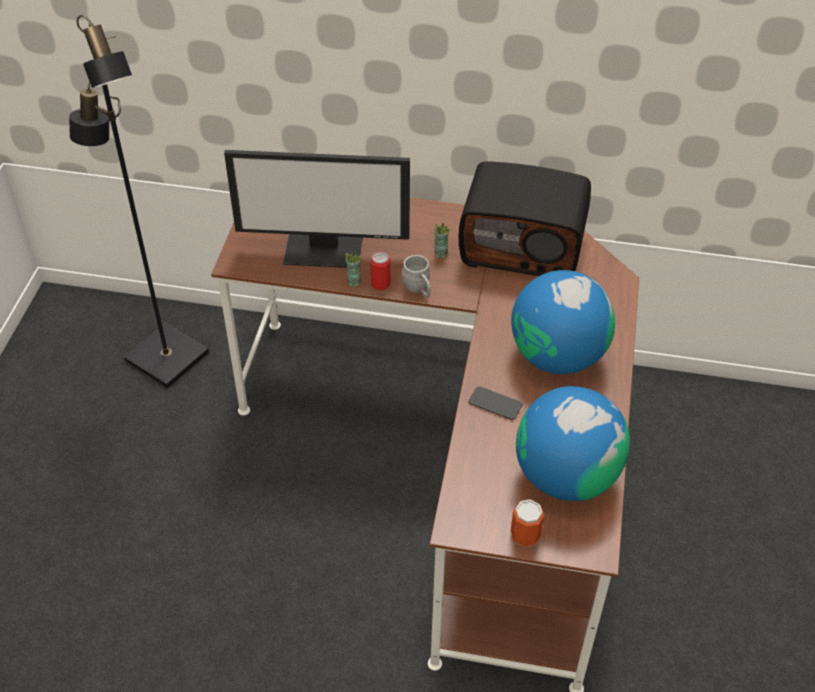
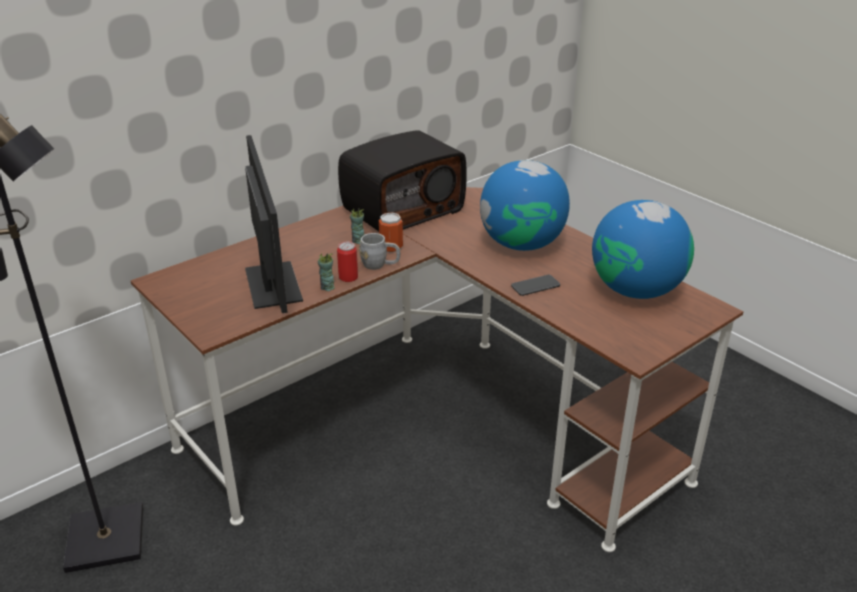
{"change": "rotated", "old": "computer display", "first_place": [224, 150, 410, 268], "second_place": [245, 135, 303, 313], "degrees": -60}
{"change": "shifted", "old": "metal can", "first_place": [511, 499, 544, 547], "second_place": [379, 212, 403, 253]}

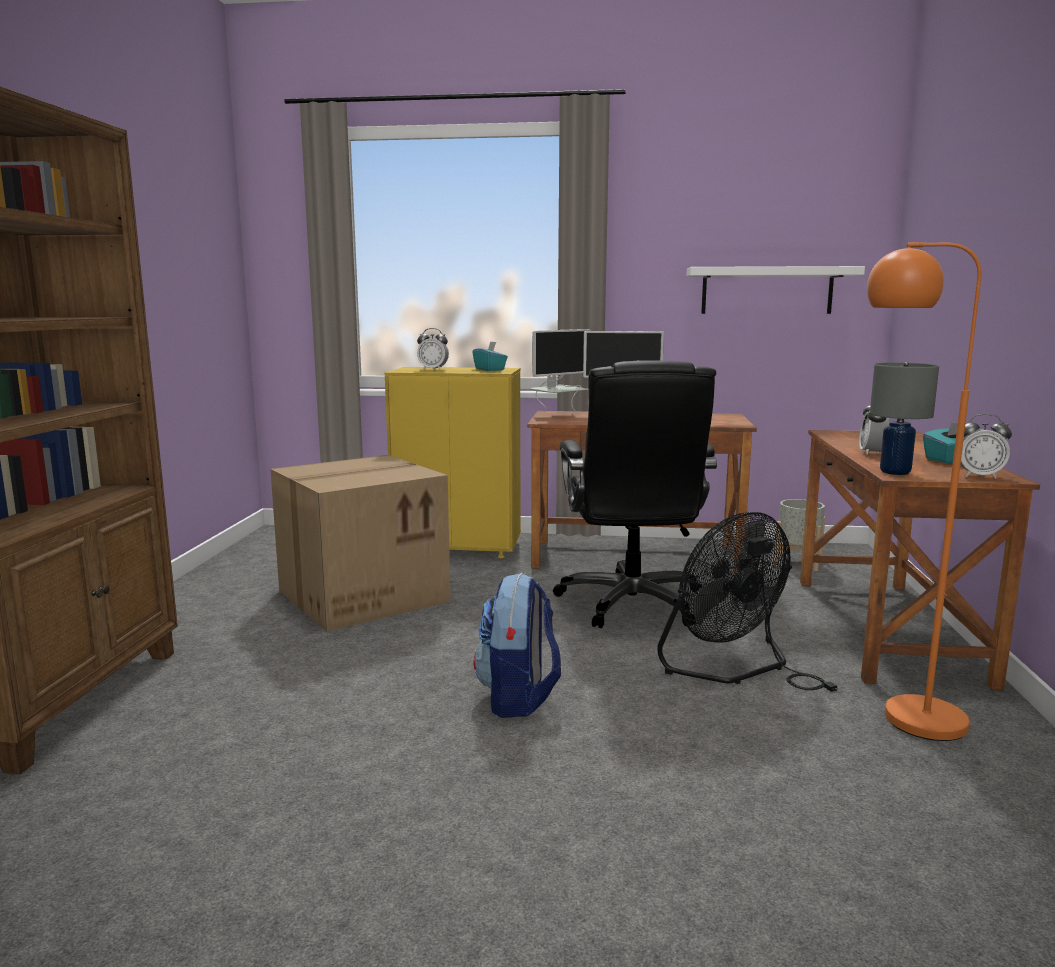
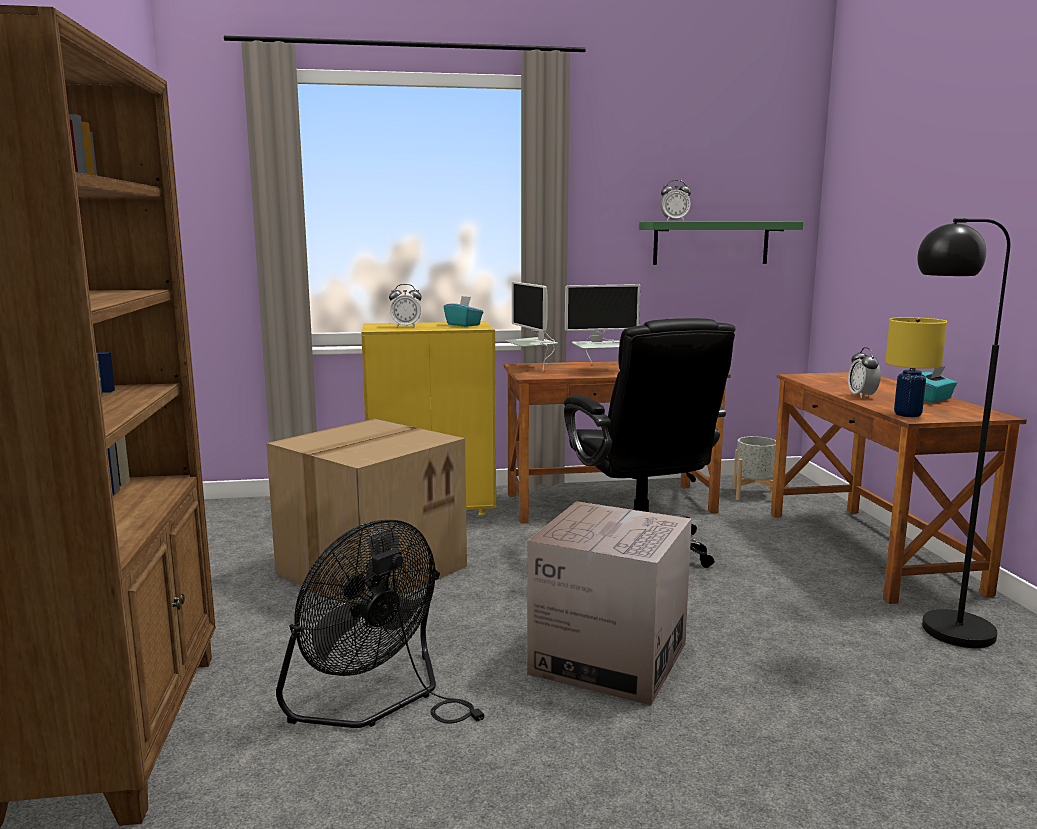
{"change": "shifted", "old": "black cooling fan", "first_place": [657, 512, 837, 692], "second_place": [276, 520, 484, 728]}
{"change": "rotated", "old": "computer display", "first_place": [529, 329, 591, 413], "second_place": [504, 282, 558, 372], "degrees": 120}
{"change": "swapped", "old": "knapsack", "new": "cardboard box", "first_place": [473, 573, 561, 718], "second_place": [527, 501, 692, 705]}
{"change": "repainted", "old": "whitish wall shelf", "new": "green wall shelf", "first_place": [686, 266, 865, 314], "second_place": [639, 221, 803, 265]}
{"change": "shifted", "old": "alarm clock", "first_place": [960, 414, 1012, 479], "second_place": [660, 180, 691, 221]}
{"change": "repainted", "old": "gray lamp for a table", "new": "yellow lamp for a table", "first_place": [870, 362, 939, 475], "second_place": [885, 317, 947, 417]}
{"change": "repainted", "old": "orange standing lamp", "new": "black standing lamp", "first_place": [867, 242, 981, 741], "second_place": [917, 218, 1010, 648]}

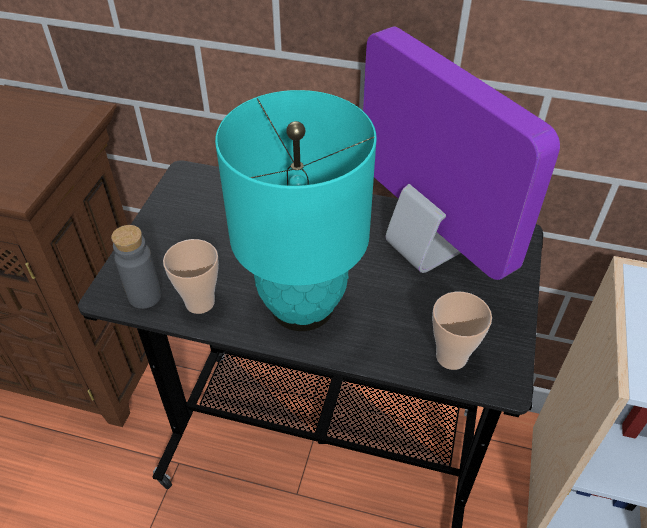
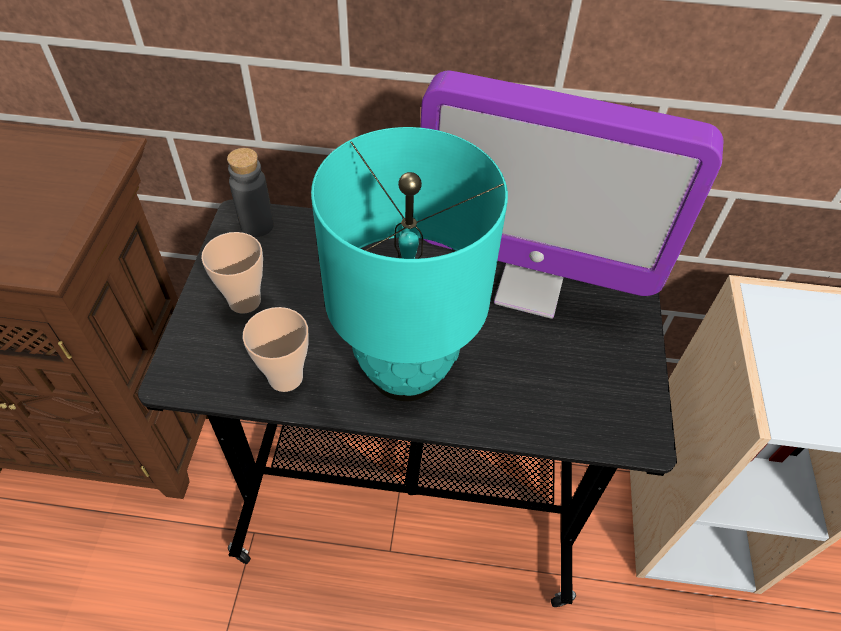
{"change": "shifted", "old": "small cup", "first_place": [432, 292, 492, 370], "second_place": [201, 232, 263, 314]}
{"change": "shifted", "old": "gray bottle", "first_place": [111, 225, 162, 309], "second_place": [227, 148, 274, 237]}
{"change": "rotated", "old": "computer display", "first_place": [363, 27, 560, 280], "second_place": [420, 70, 723, 319], "degrees": 150}

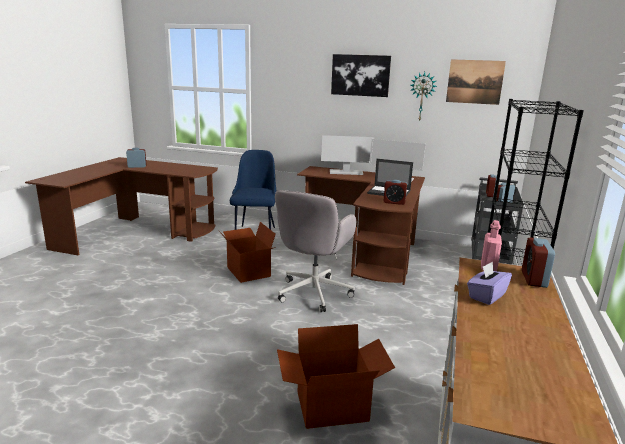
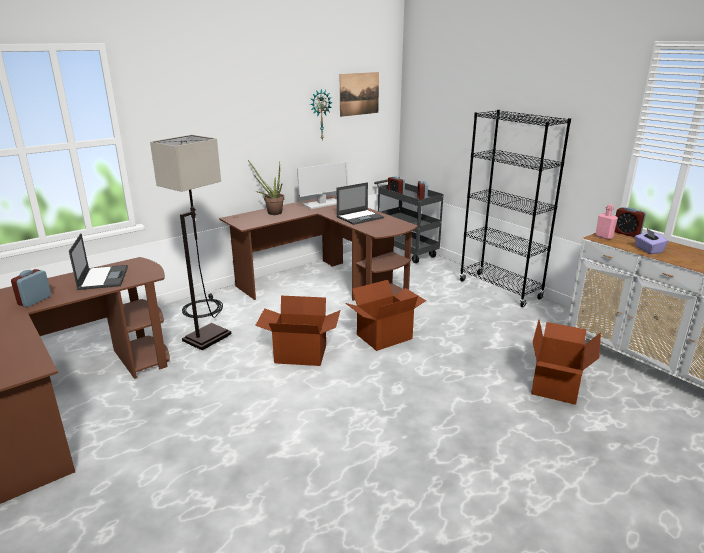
{"change": "new", "new": "notebook computer", "second_place": [69, 233, 128, 290]}
{"change": "swapped", "old": "blue-coloured chair", "new": "standing lamp", "first_place": [230, 150, 276, 230], "second_place": [150, 135, 231, 350]}
{"change": "swapped", "old": "computer display", "new": "potted plant", "first_place": [321, 135, 375, 175], "second_place": [248, 160, 284, 215]}
{"change": "swapped", "old": "gray desk chair", "new": "cardboard box", "first_place": [275, 190, 356, 312], "second_place": [345, 280, 426, 351]}
{"change": "gone", "old": "wall picture", "first_place": [331, 54, 391, 97]}
{"change": "gone", "old": "alarm clock", "first_place": [384, 180, 407, 205]}

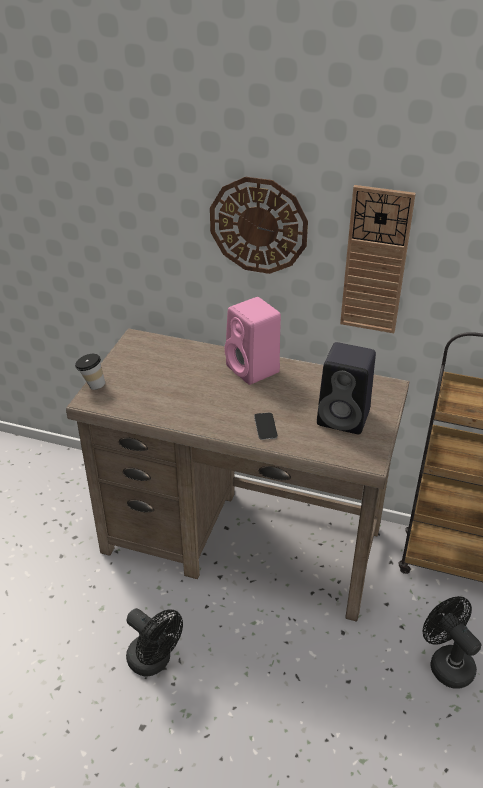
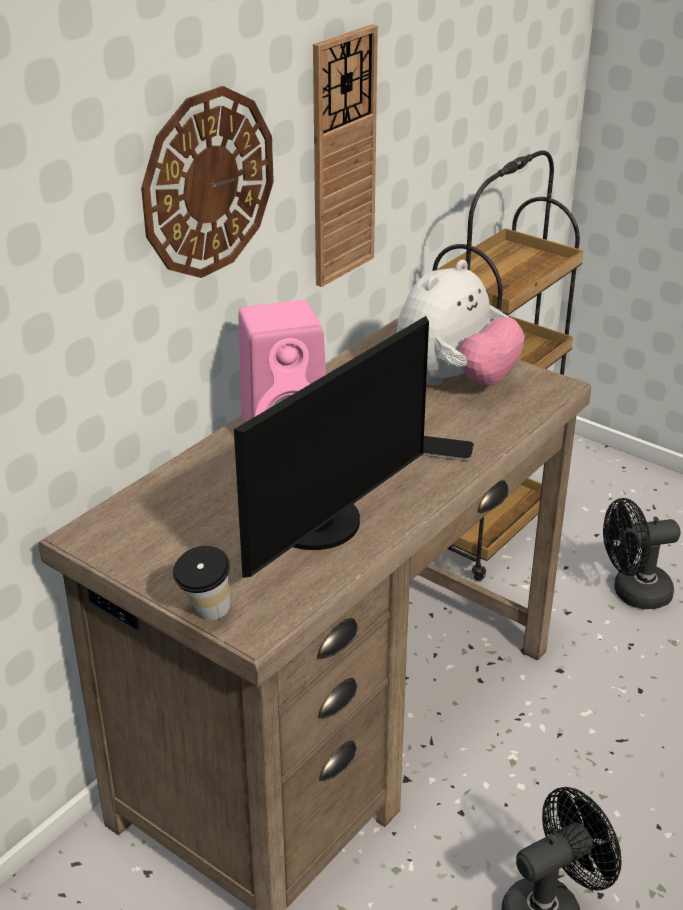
{"change": "new", "new": "computer display", "second_place": [234, 316, 429, 578]}
{"change": "swapped", "old": "black loudspeaker", "new": "soft toy", "first_place": [317, 342, 376, 434], "second_place": [397, 260, 525, 385]}

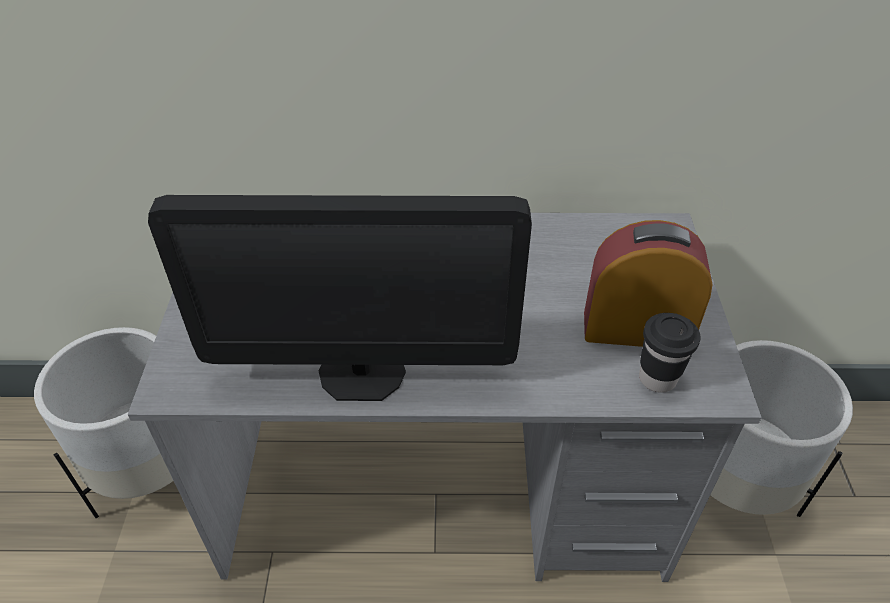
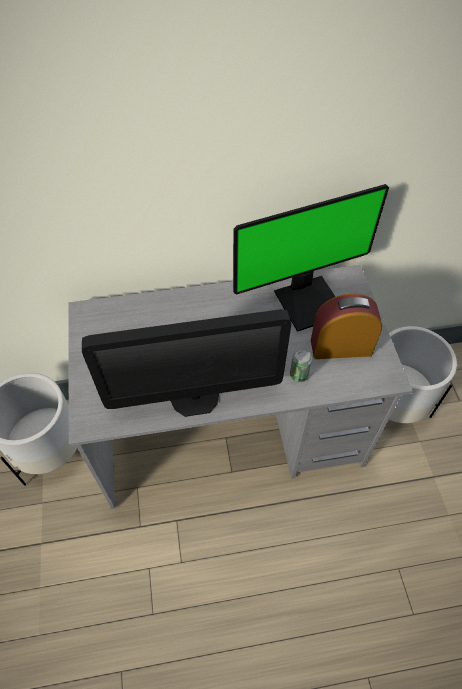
{"change": "new", "new": "computer display", "second_place": [233, 184, 389, 332]}
{"change": "new", "new": "metal can", "second_place": [290, 349, 312, 382]}
{"change": "gone", "old": "black small cup", "first_place": [639, 313, 701, 393]}

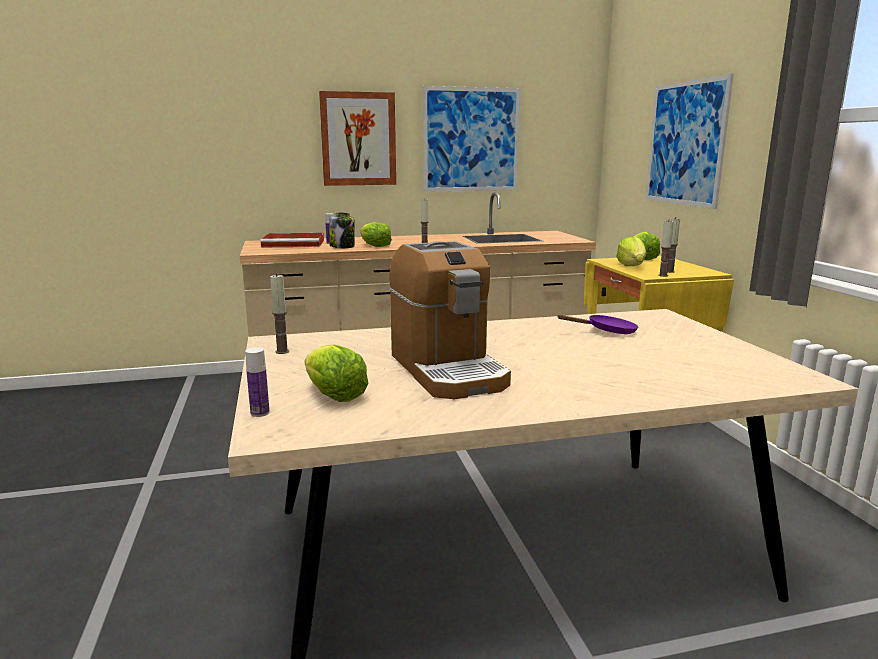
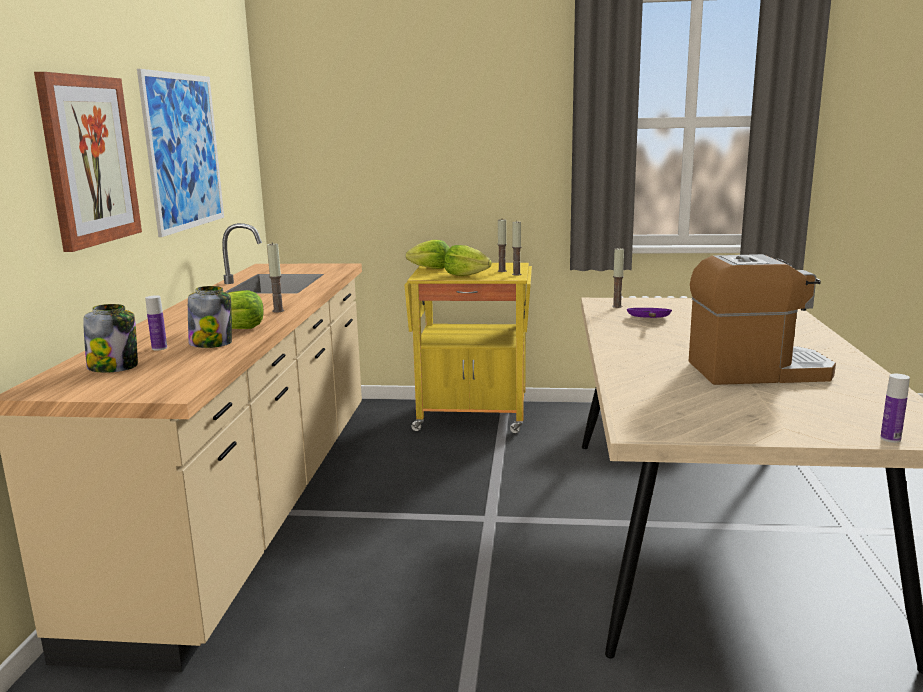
{"change": "swapped", "old": "red-coloured carrying tray", "new": "preserve jar", "first_place": [260, 233, 324, 248], "second_place": [83, 304, 138, 373]}
{"change": "shifted", "old": "wax candle", "first_place": [270, 274, 289, 354], "second_place": [612, 247, 624, 308]}
{"change": "gone", "old": "lettuce head", "first_place": [305, 345, 368, 402]}
{"change": "gone", "old": "wall picture", "first_place": [645, 74, 734, 209]}

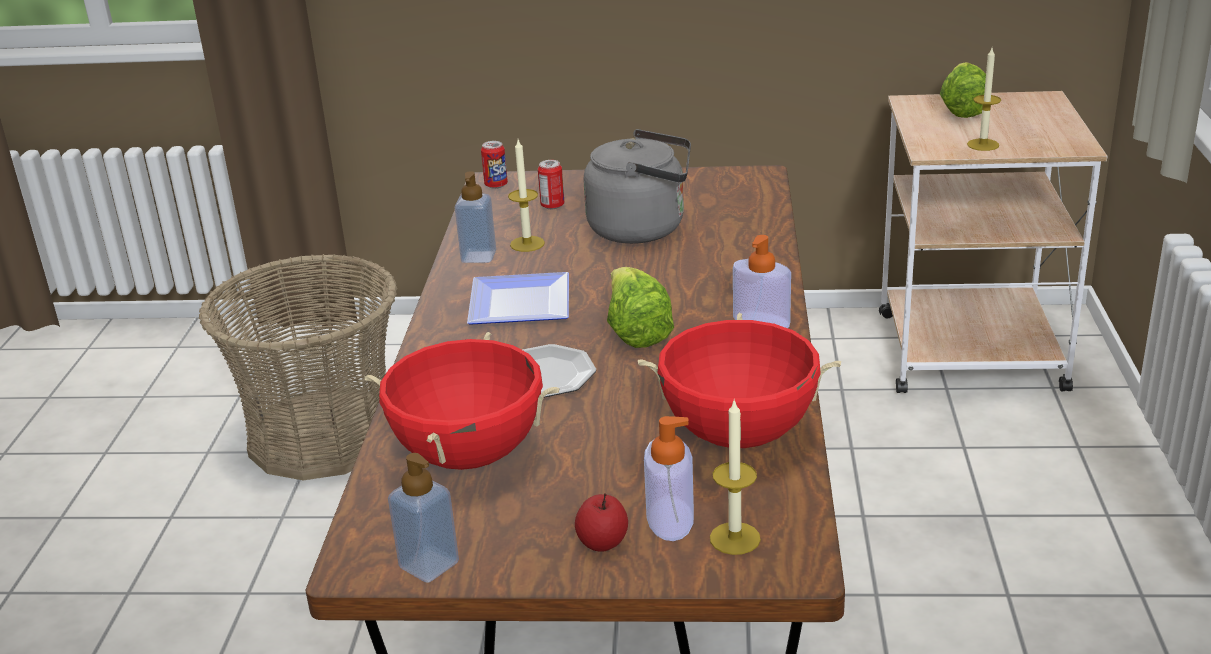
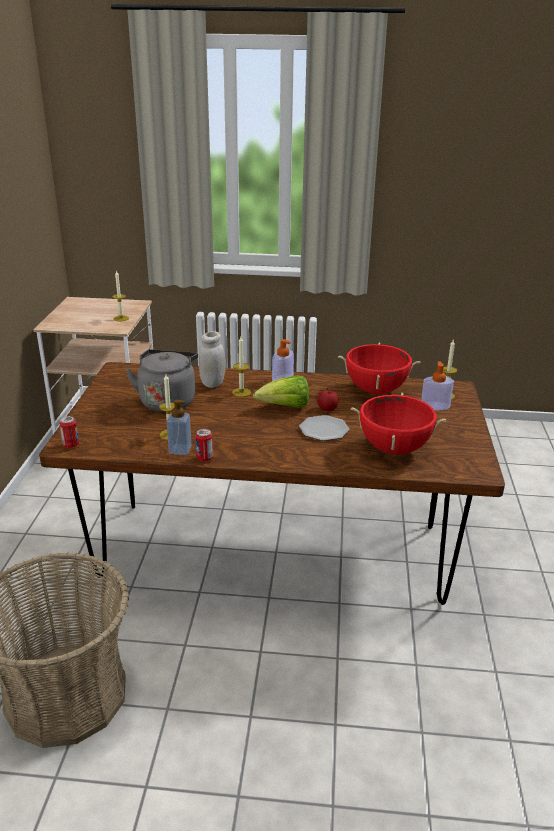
{"change": "shifted", "old": "metal can", "first_place": [538, 160, 564, 209], "second_place": [196, 429, 213, 462]}
{"change": "new", "new": "whitish preserve jar", "second_place": [199, 331, 226, 388]}
{"change": "new", "new": "wax candle", "second_place": [232, 337, 251, 397]}
{"change": "shifted", "old": "apple fruit", "first_place": [575, 493, 628, 552], "second_place": [317, 388, 339, 411]}
{"change": "gone", "old": "liquid soap bottle", "first_place": [388, 453, 459, 583]}
{"change": "gone", "old": "flat dish", "first_place": [467, 272, 569, 325]}
{"change": "gone", "old": "lettuce head", "first_place": [940, 62, 986, 118]}

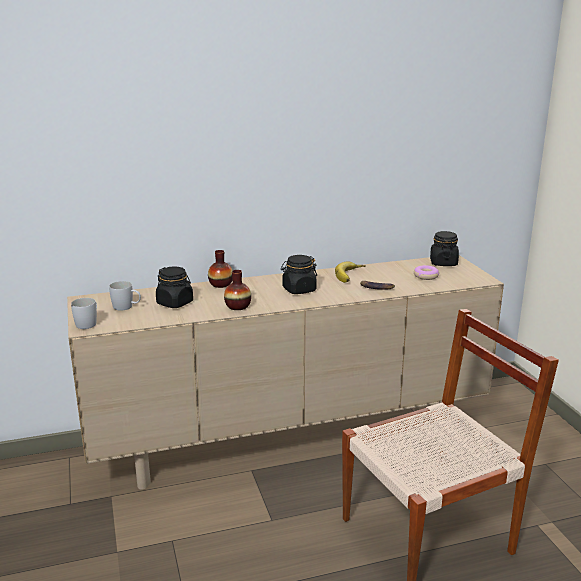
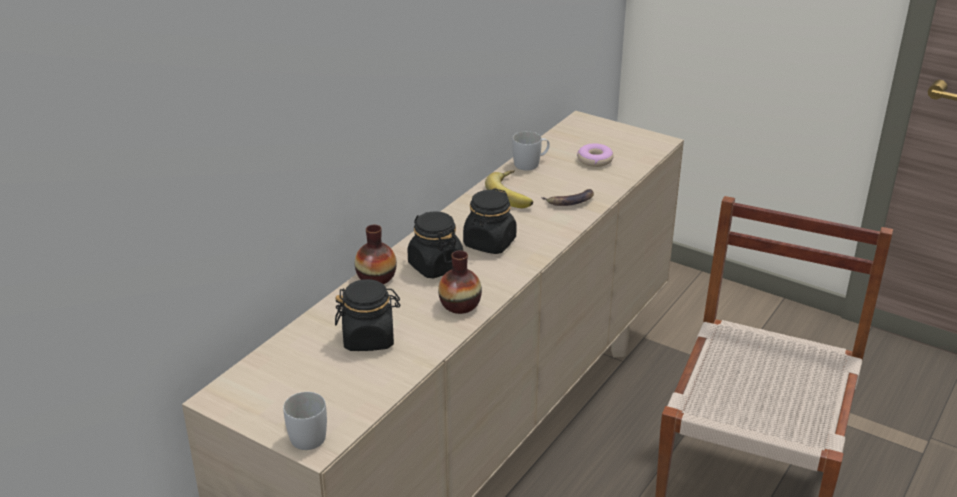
{"change": "shifted", "old": "black preserve jar", "first_place": [430, 231, 459, 266], "second_place": [407, 211, 463, 278]}
{"change": "shifted", "old": "whitish coffee mug", "first_place": [109, 281, 141, 311], "second_place": [512, 131, 550, 171]}

